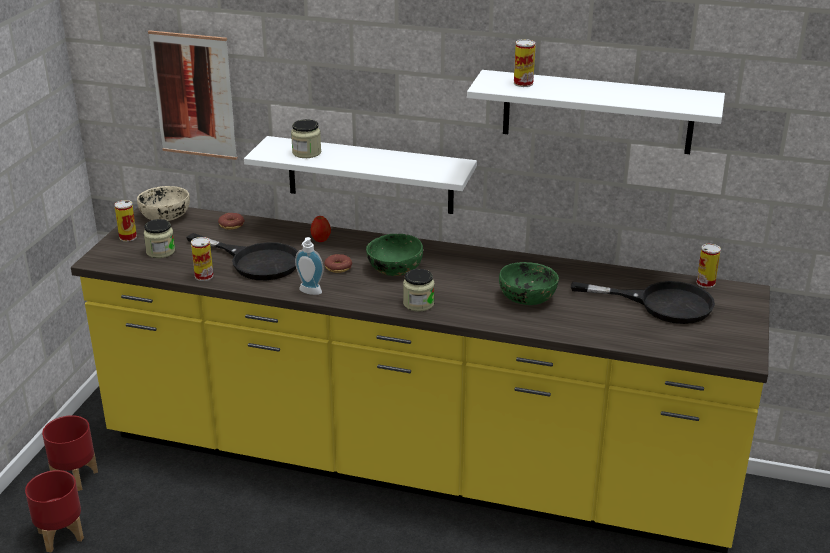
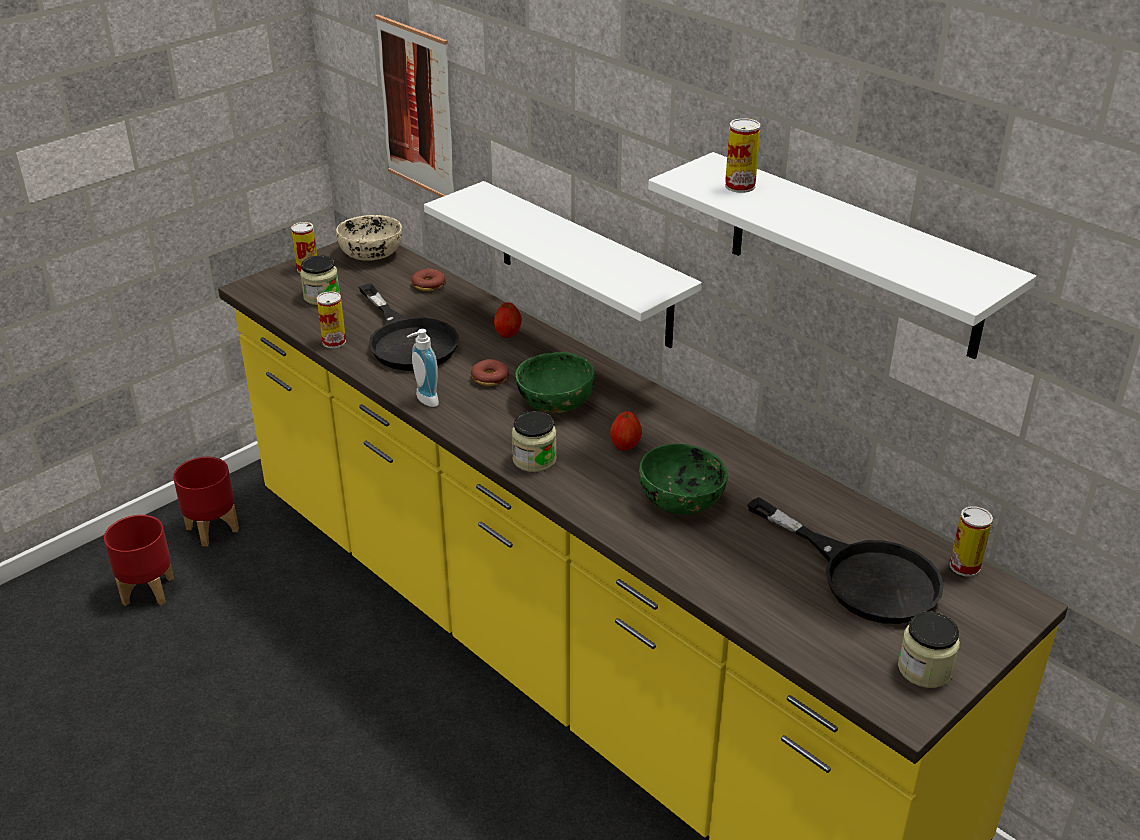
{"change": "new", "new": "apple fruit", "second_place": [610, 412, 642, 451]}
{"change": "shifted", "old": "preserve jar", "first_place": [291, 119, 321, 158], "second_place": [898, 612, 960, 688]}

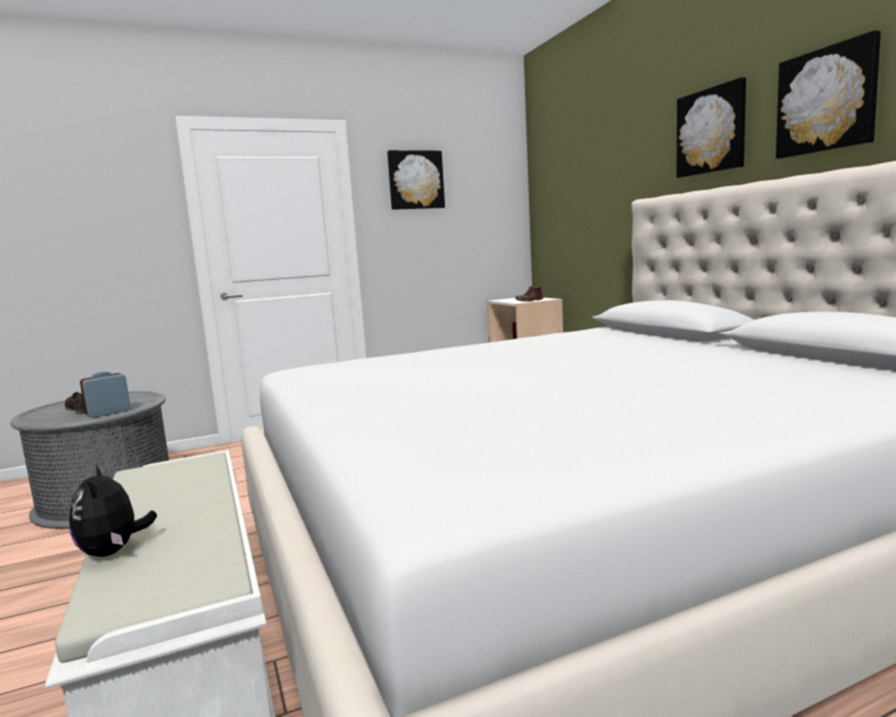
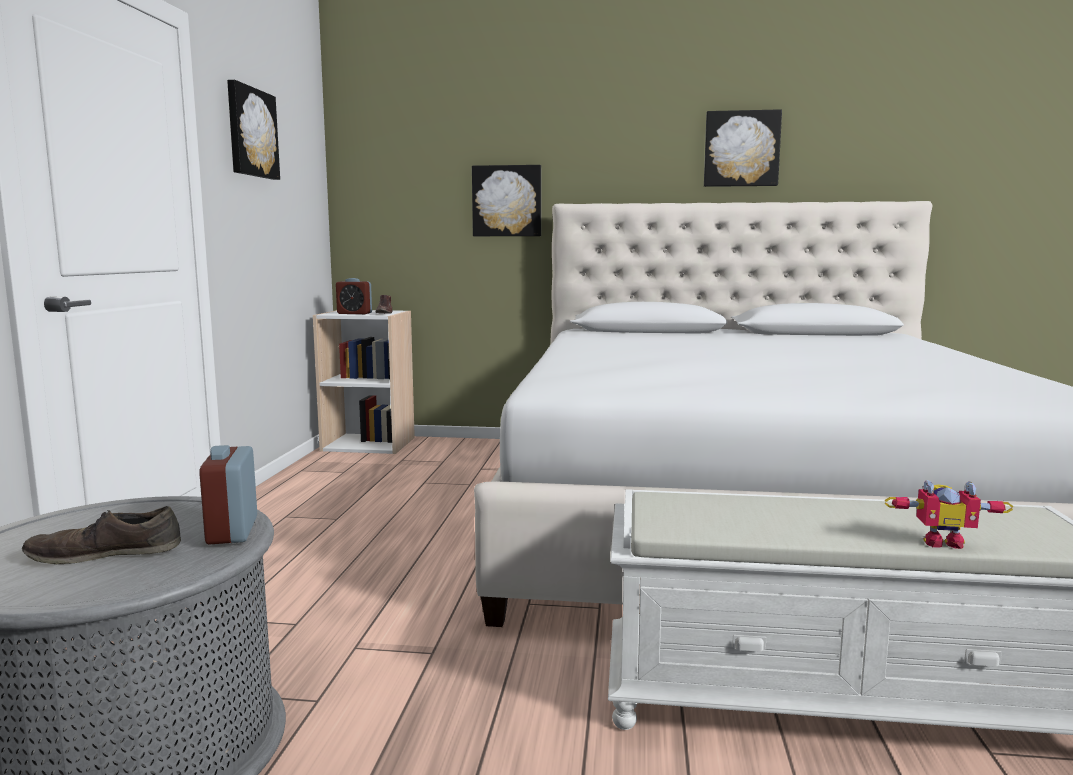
{"change": "new", "new": "alarm clock", "second_place": [336, 278, 372, 314]}
{"change": "shifted", "old": "wall picture", "first_place": [677, 77, 746, 178], "second_place": [472, 165, 541, 236]}
{"change": "swapped", "old": "soft toy", "new": "robot figure", "first_place": [69, 465, 157, 557], "second_place": [884, 480, 1013, 549]}

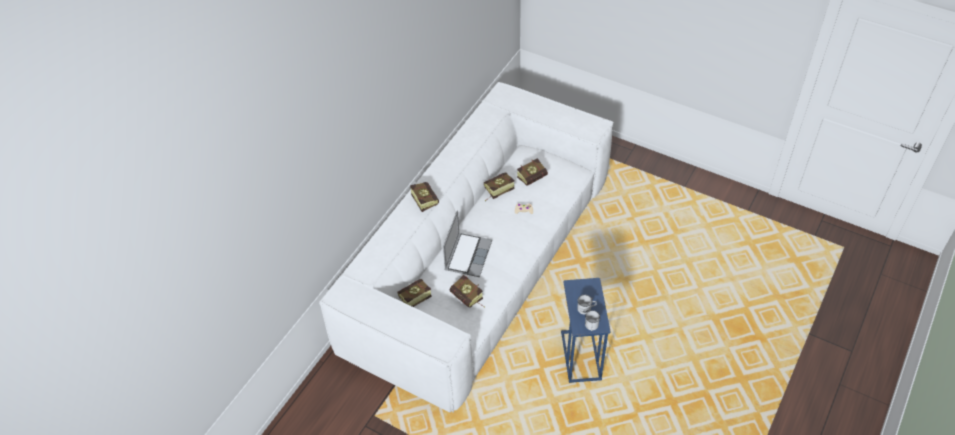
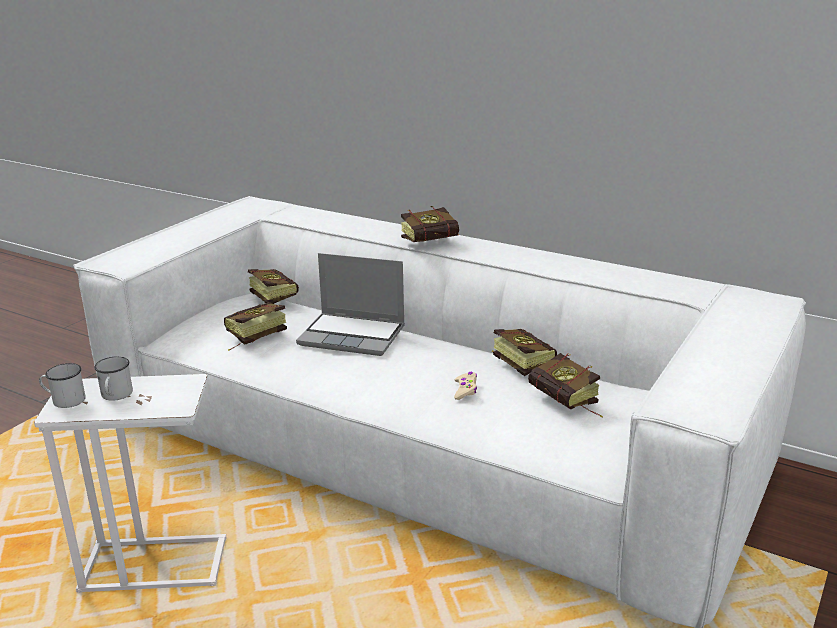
{"change": "repainted", "old": "blue-coloured side table", "new": "whitish side table", "first_place": [561, 278, 611, 383], "second_place": [34, 374, 227, 593]}

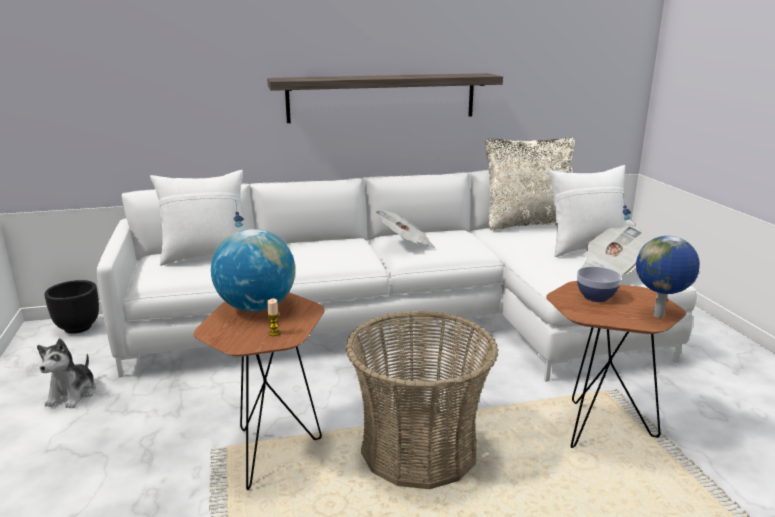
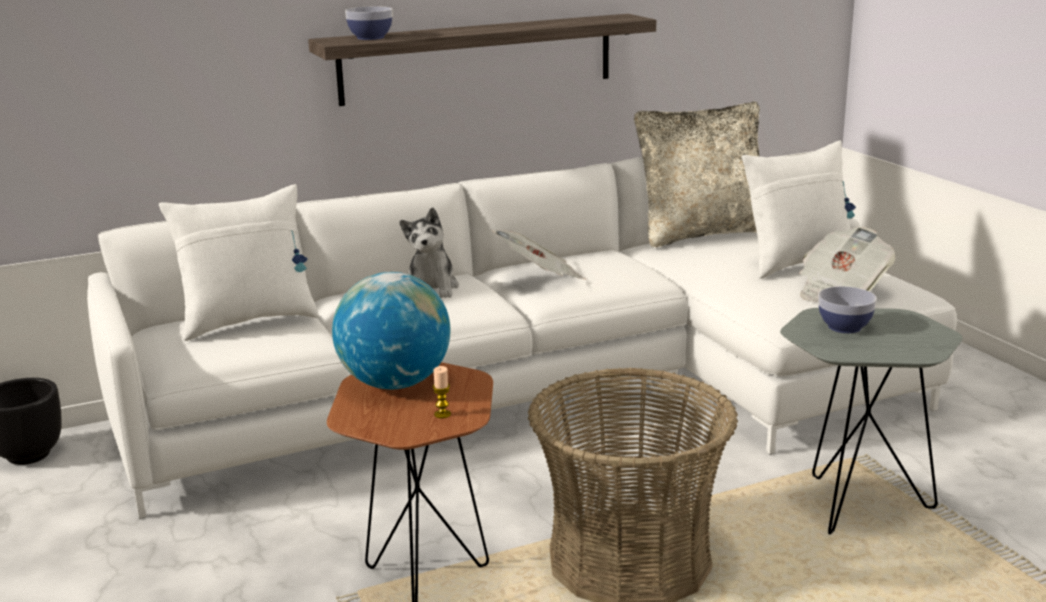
{"change": "new", "new": "serving bowl", "second_place": [345, 6, 392, 40]}
{"change": "shifted", "old": "soft toy", "first_place": [37, 338, 96, 408], "second_place": [400, 207, 459, 298]}
{"change": "repainted", "old": "brownish side table", "new": "gray side table", "first_place": [546, 281, 686, 448], "second_place": [780, 308, 963, 534]}
{"change": "gone", "old": "desk globe", "first_place": [636, 236, 700, 318]}

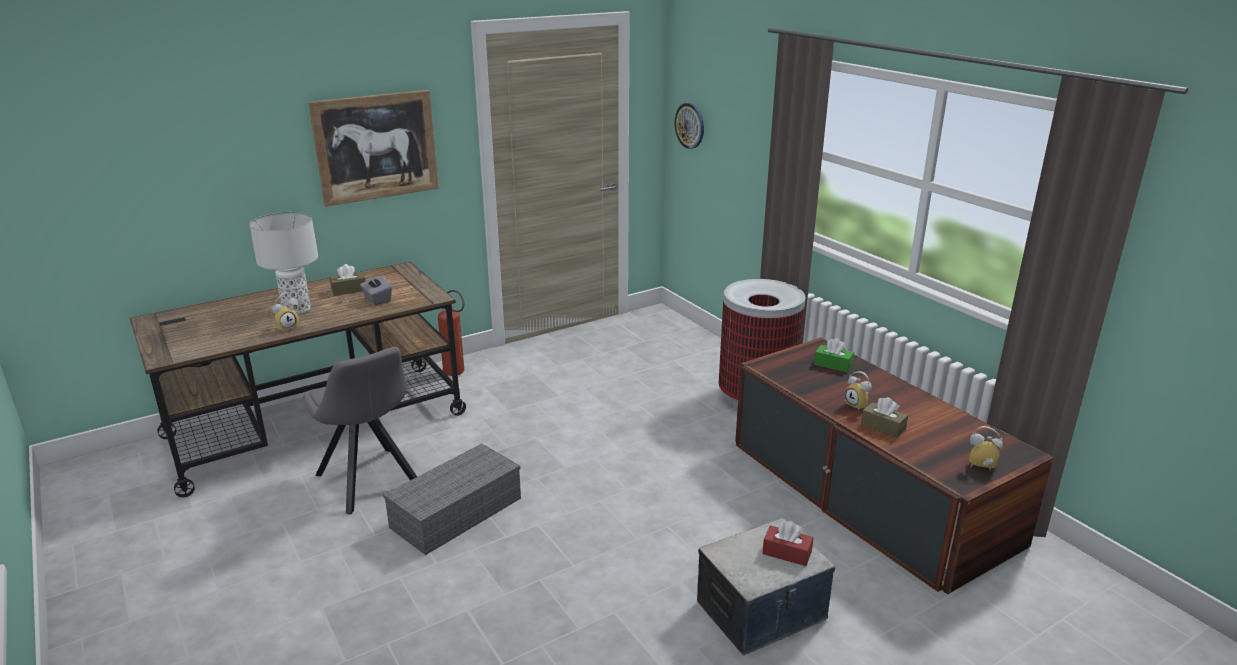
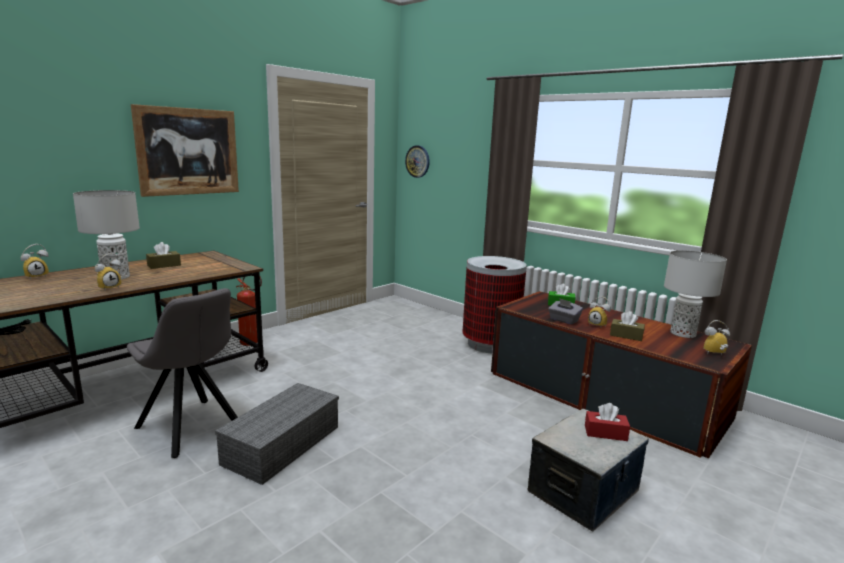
{"change": "new", "new": "alarm clock", "second_place": [21, 244, 49, 279]}
{"change": "shifted", "old": "gray tissue holder", "first_place": [360, 276, 392, 305], "second_place": [548, 298, 583, 325]}
{"change": "new", "new": "whitish lamp for a table", "second_place": [664, 250, 727, 338]}

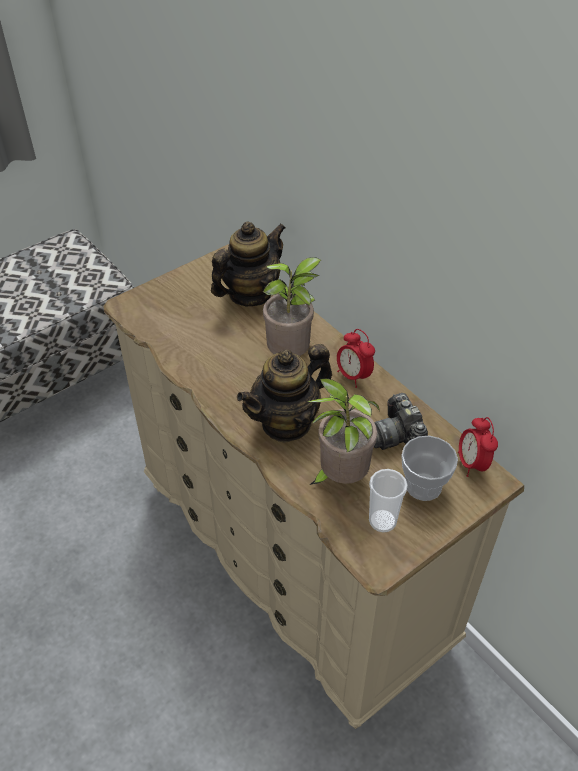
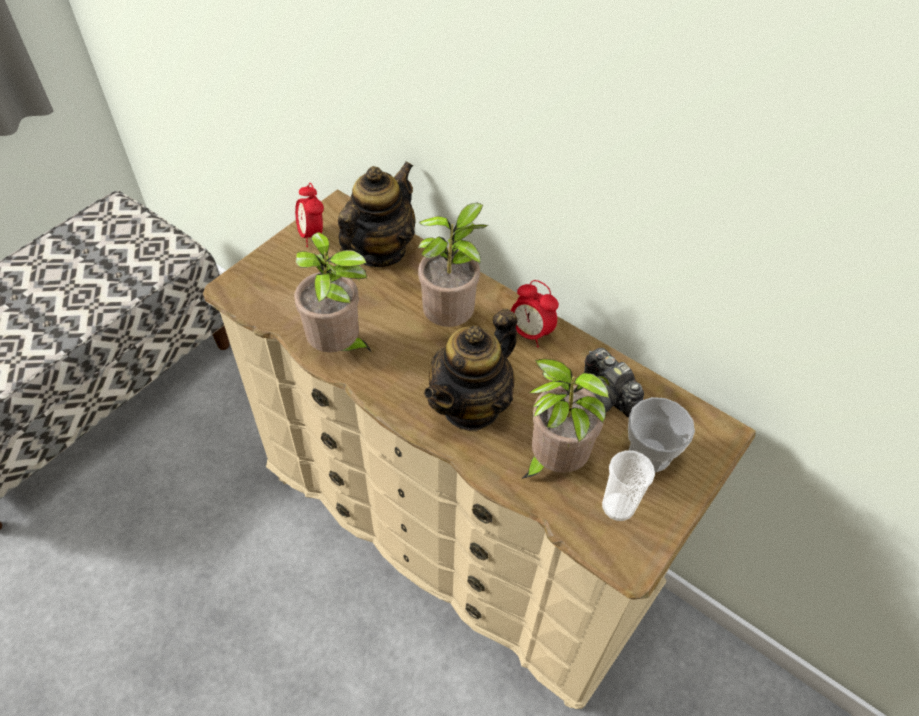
{"change": "new", "new": "potted plant", "second_place": [294, 232, 372, 353]}
{"change": "shifted", "old": "alarm clock", "first_place": [458, 417, 498, 477], "second_place": [295, 183, 324, 247]}

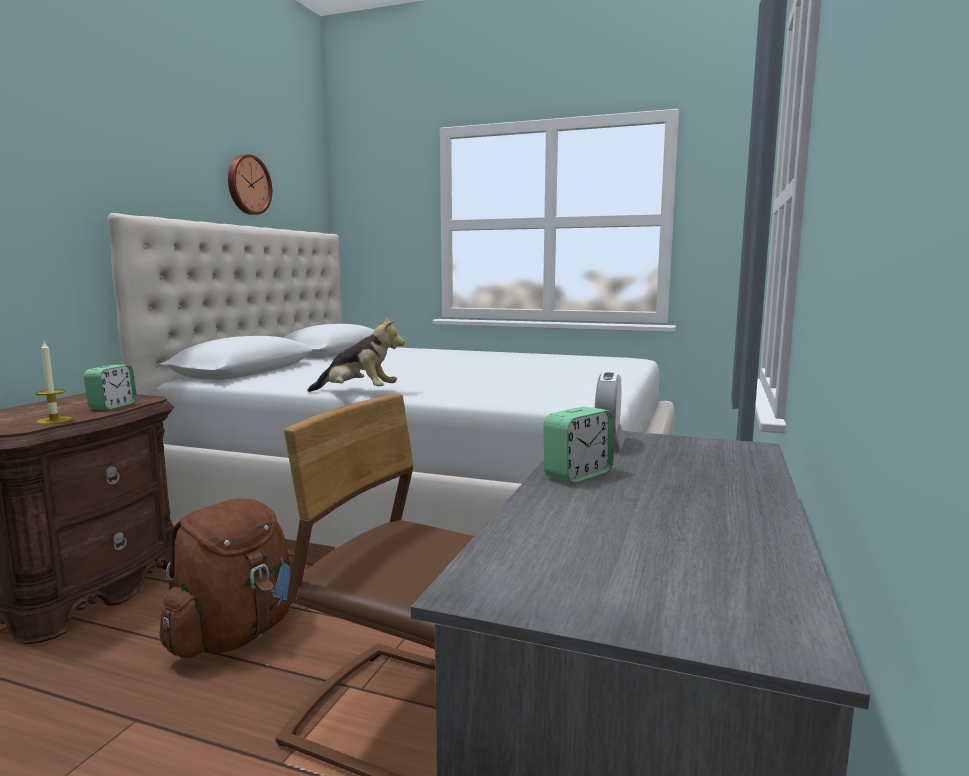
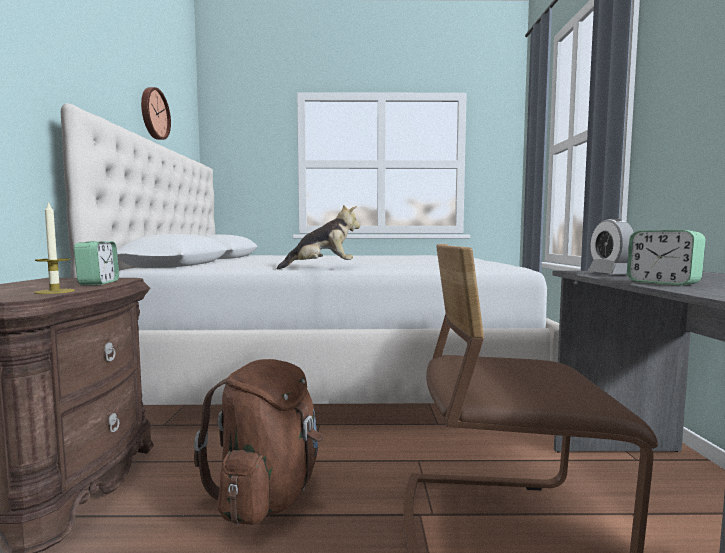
{"change": "rotated", "old": "alarm clock", "first_place": [543, 406, 614, 483], "second_place": [627, 230, 705, 286], "degrees": 120}

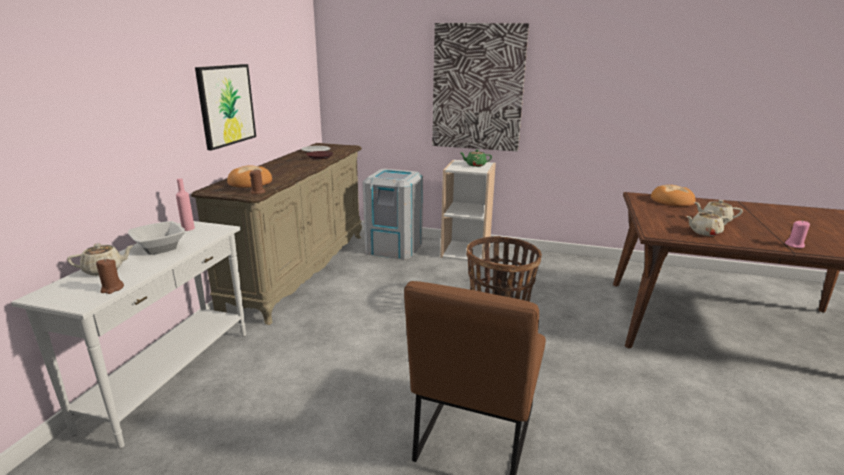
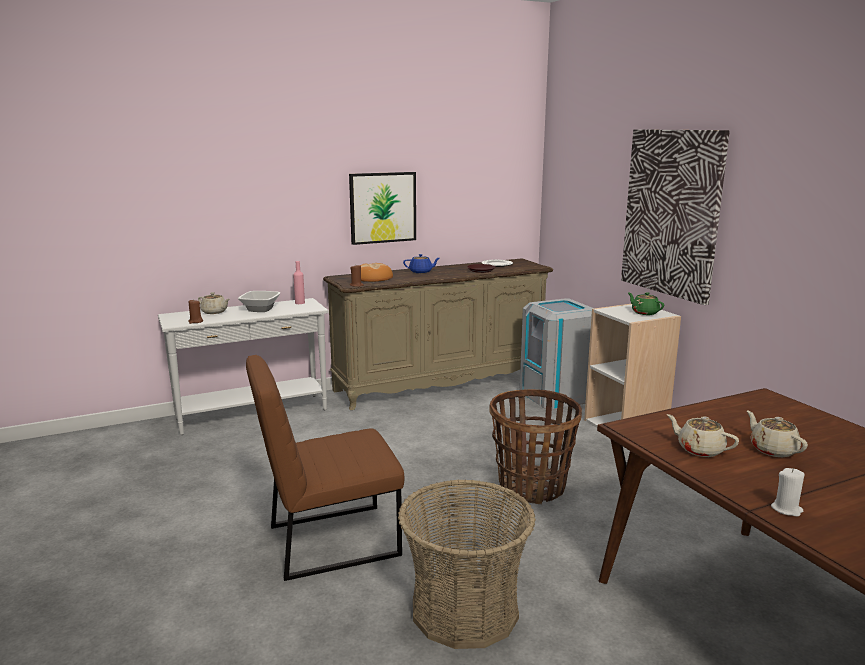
{"change": "new", "new": "household basket", "second_place": [398, 480, 536, 649]}
{"change": "new", "new": "blue-coloured teapot", "second_place": [403, 254, 440, 273]}
{"change": "repainted", "old": "pinkish wax candle", "new": "whitish wax candle", "first_place": [785, 221, 810, 248], "second_place": [771, 468, 804, 516]}
{"change": "gone", "old": "bread", "first_place": [651, 185, 696, 206]}

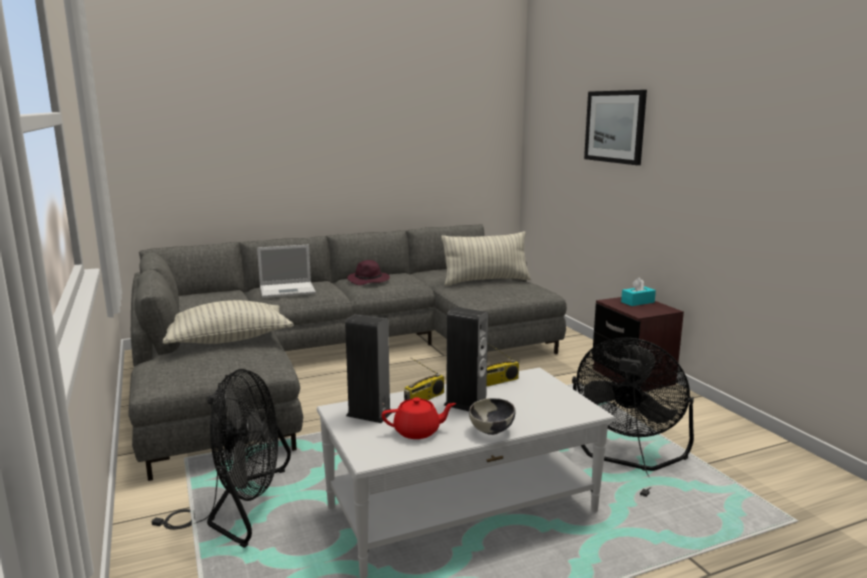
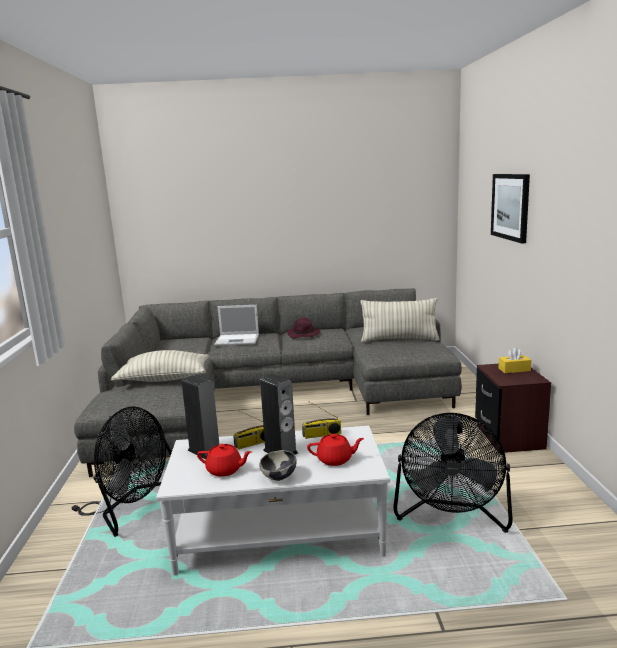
{"change": "new", "new": "red-coloured teapot", "second_place": [307, 434, 364, 466]}
{"change": "rotated", "old": "black cooling fan", "first_place": [572, 338, 694, 497], "second_place": [393, 413, 513, 533], "degrees": 150}
{"change": "repainted", "old": "blue-green tissue holder", "new": "yellow tissue holder", "first_place": [621, 277, 656, 306], "second_place": [499, 347, 531, 373]}

